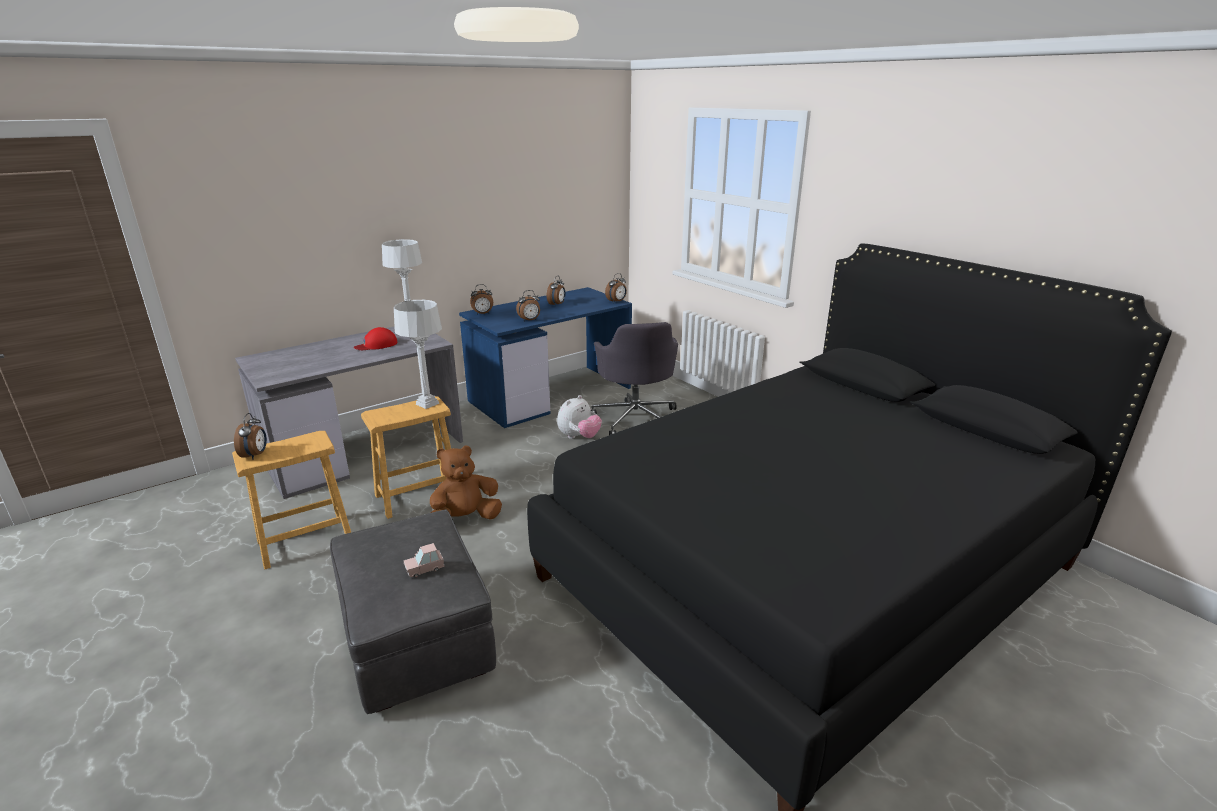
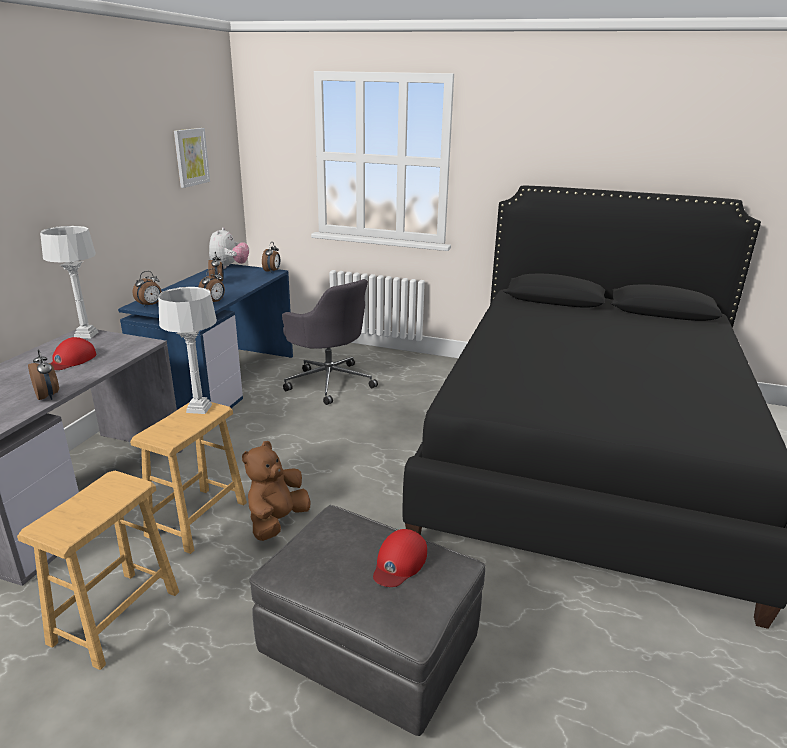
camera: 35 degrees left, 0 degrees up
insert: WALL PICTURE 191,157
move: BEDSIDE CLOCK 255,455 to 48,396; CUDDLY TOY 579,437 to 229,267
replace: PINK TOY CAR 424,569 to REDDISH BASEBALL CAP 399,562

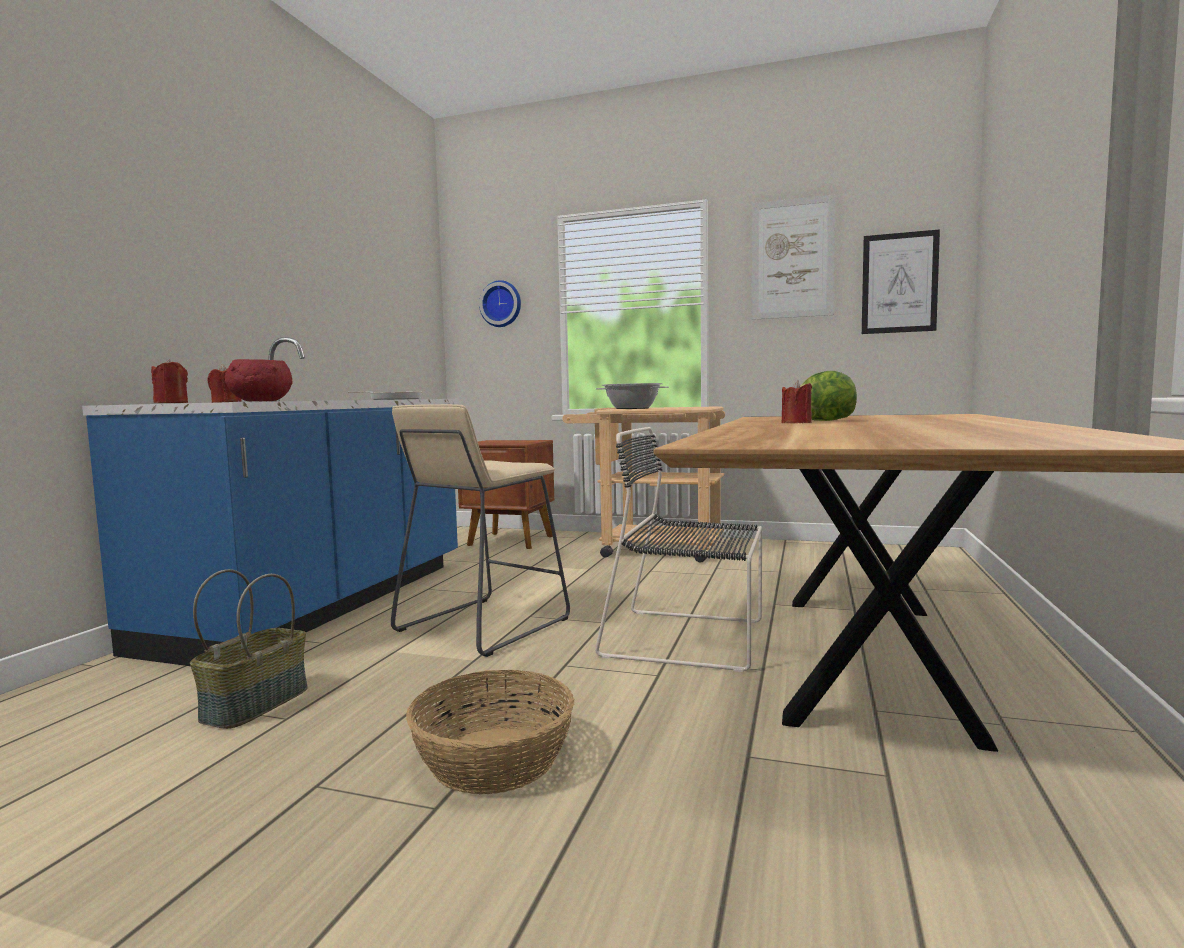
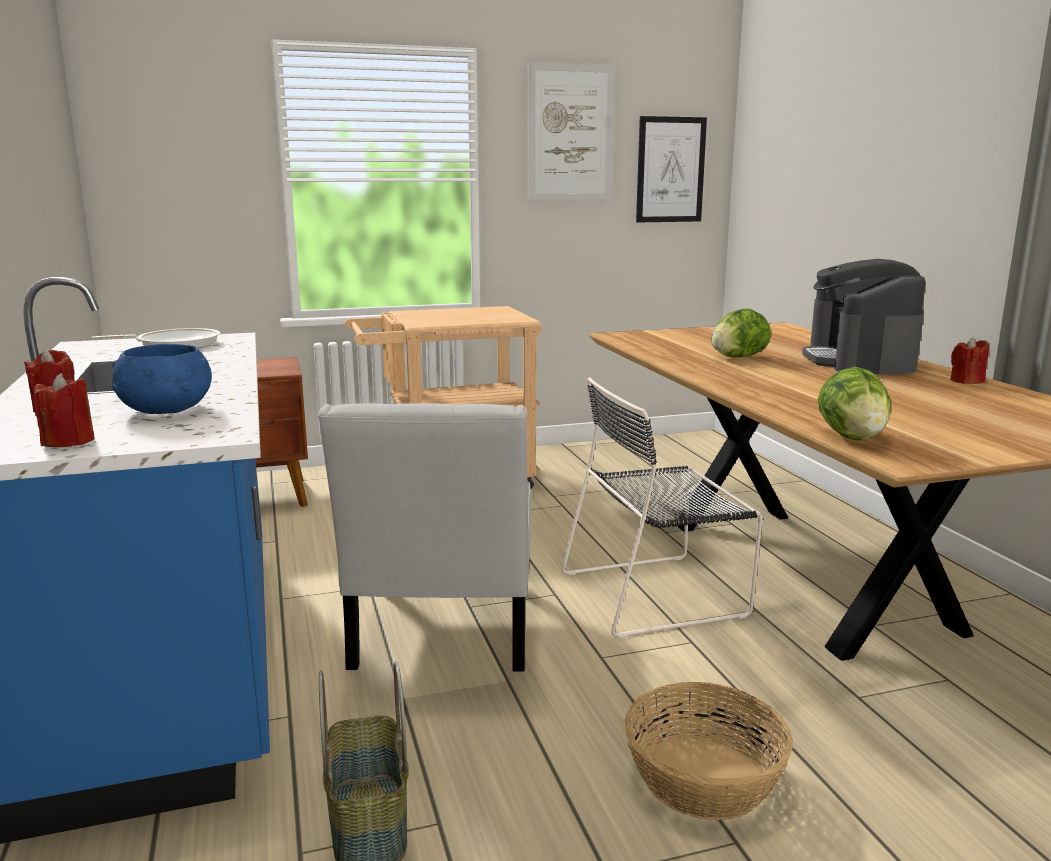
camera: 35 degrees left, 10 degrees up
delete: CLOCK ON THE WALL 501,304; COOKING POT 632,408
insert: COFFEE MACHINE 859,361; LETTUCE HEAD 852,437
move: REDDISH CANDLE 796,423 to 966,381
replace: BEIGE-COLOURED SITTING STOOL 483,625 to WHITE-COLOURED UPRIGHT CHAIR 441,633
recolor: REDDISH BOWL 260,401 to BLUE-COLOURED BOWL 166,410

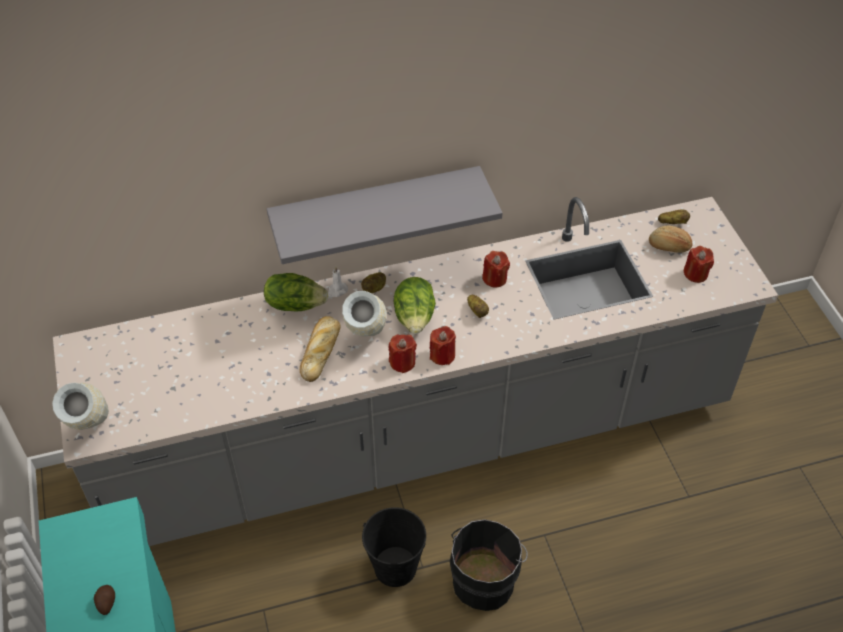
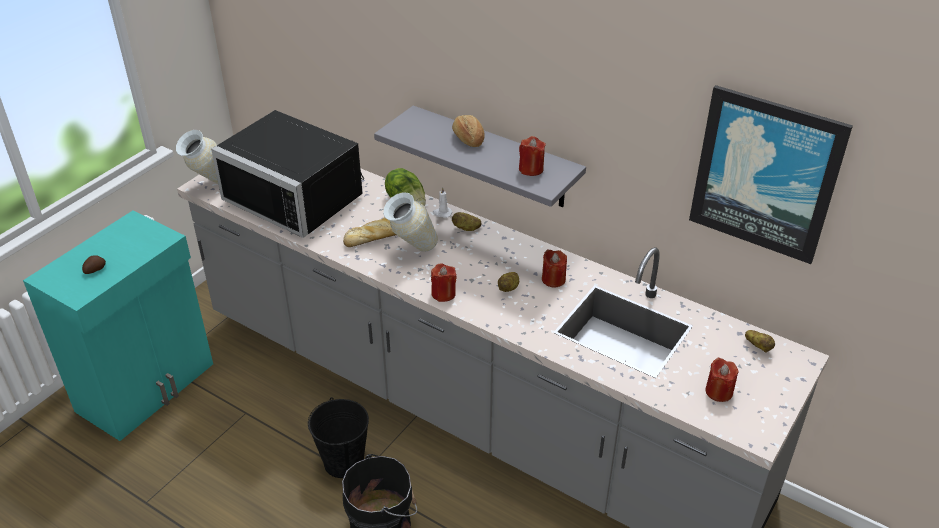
camera: 50 degrees right, 10 degrees down
delete: LETTUCE HEAD 415,319
insert: BLACK-COLOURED MICROWAVE 300,195; WALL PICTURE 765,174
move: REDDISH CANDLE 402,362 to 531,169; BAKED BREAD 669,247 to 468,139

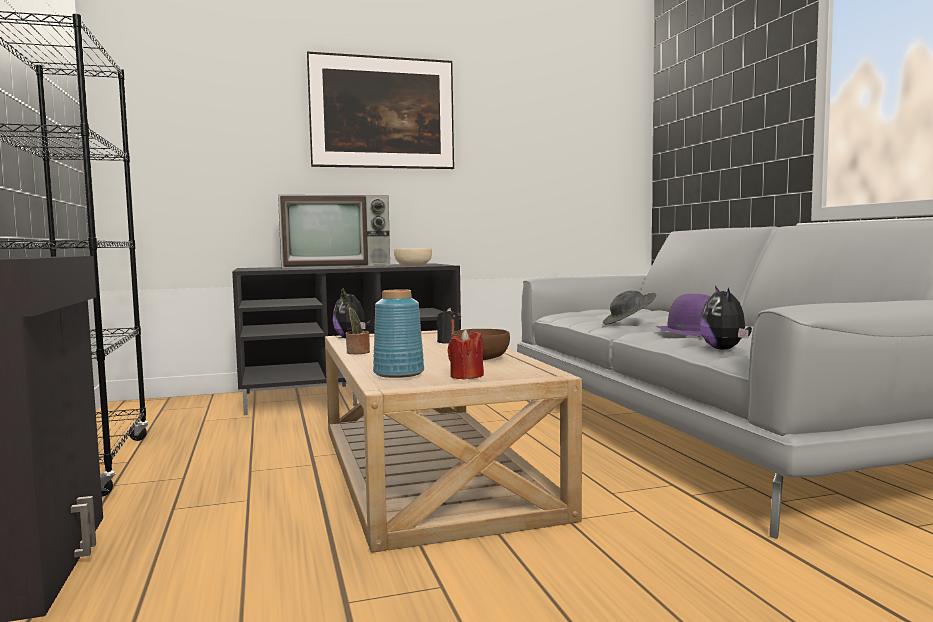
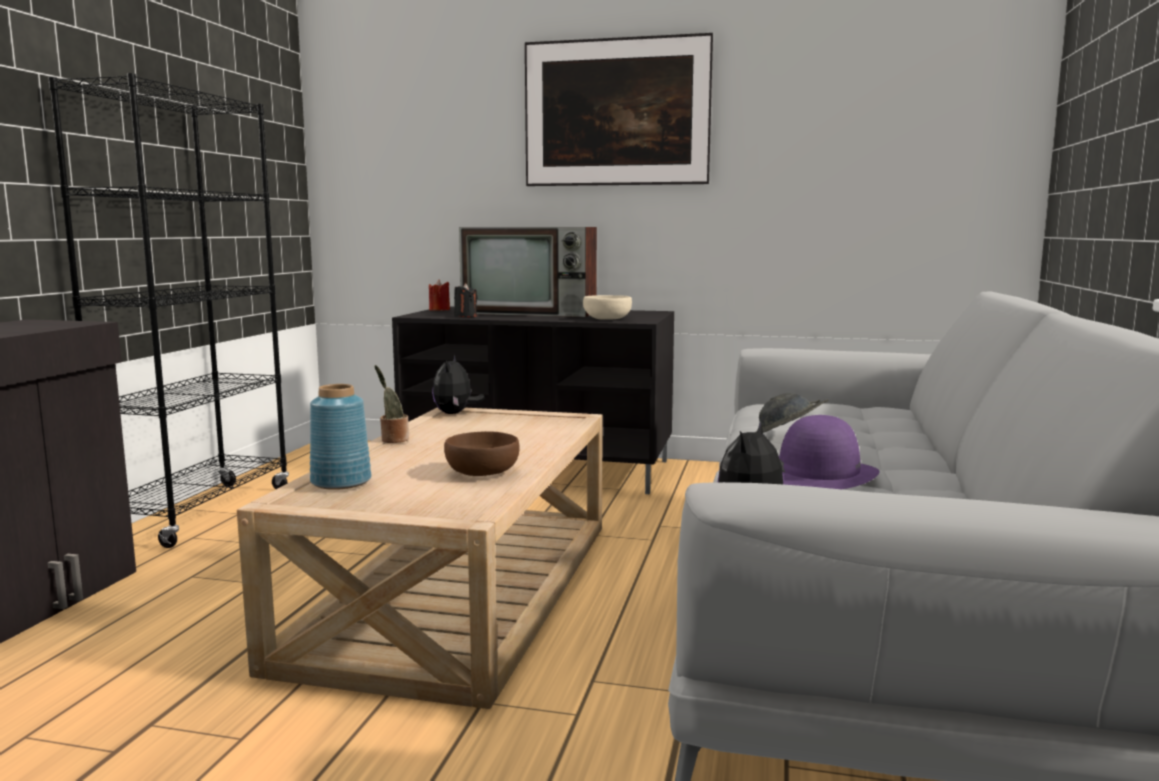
camera: 30 degrees right, 5 degrees up
move: BLACK-COLOURED CANDLE 449,342 to 465,316; REDDISH CANDLE 466,376 to 439,310

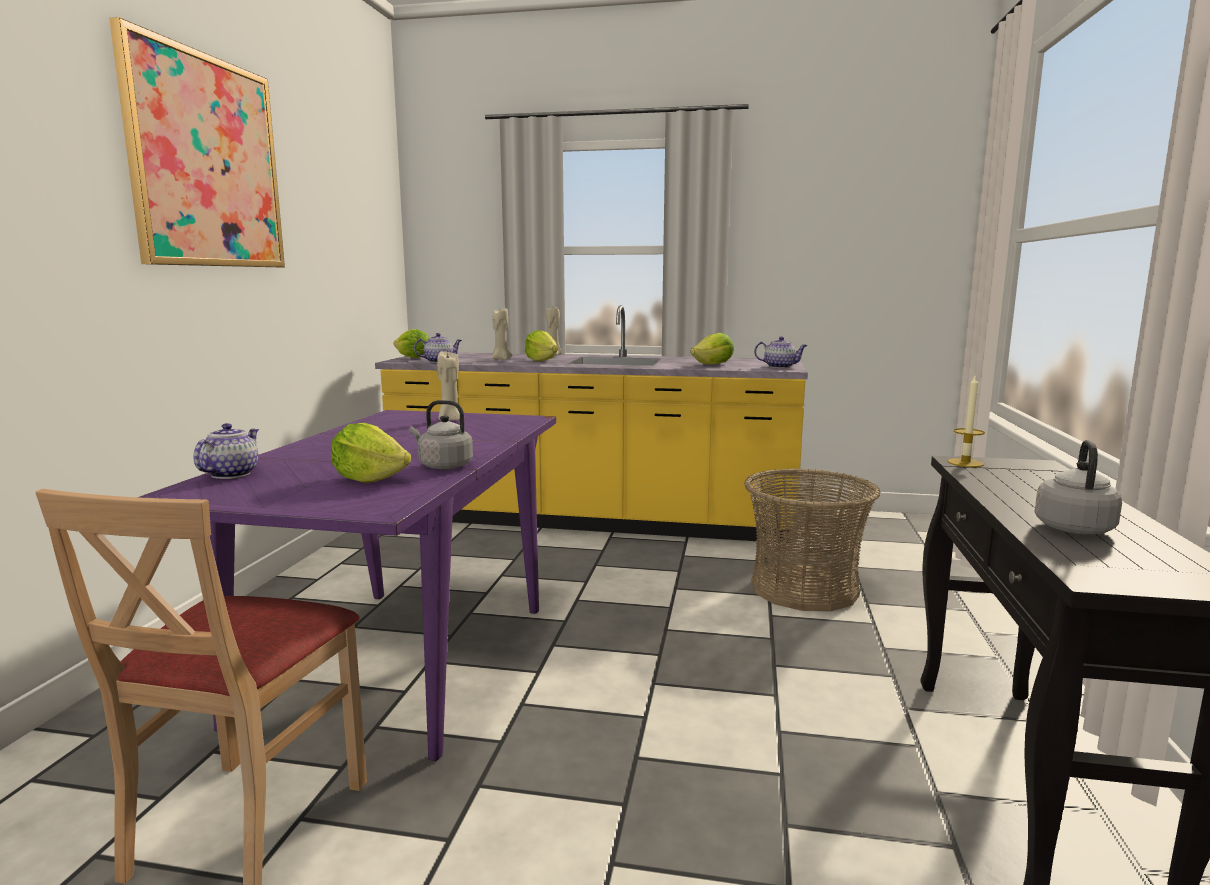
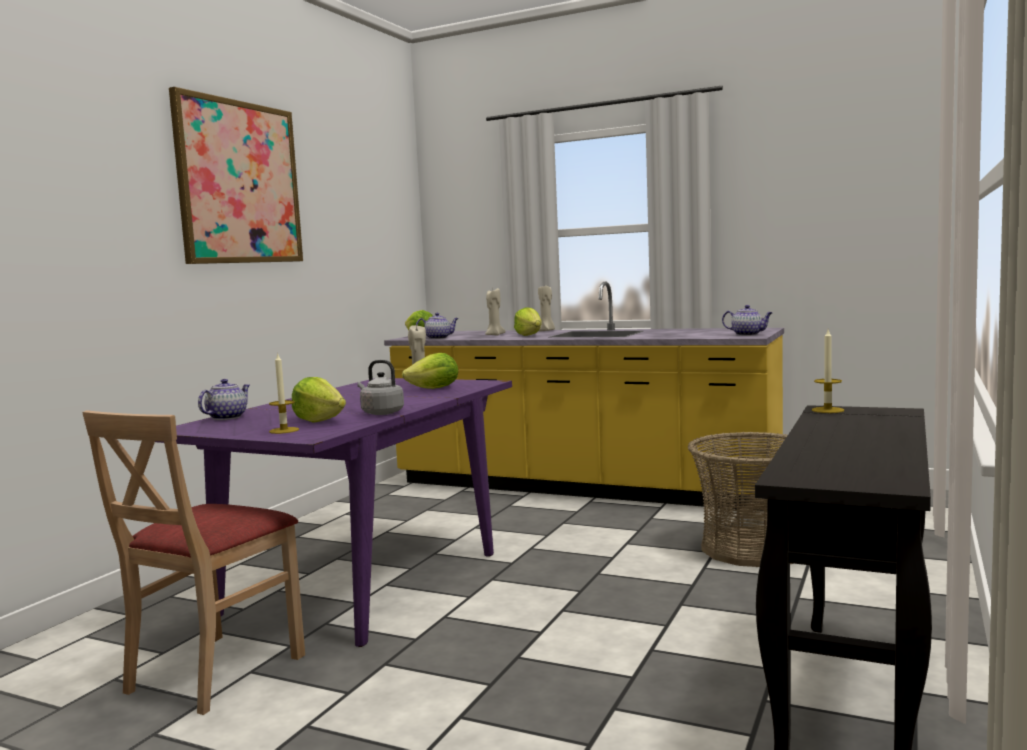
camera: 15 degrees right, 5 degrees down
delete: GREYISH TEA KETTLE 1073,527
insert: CANDLE 284,430
move: LETTUCE HEAD 713,364 to 434,389

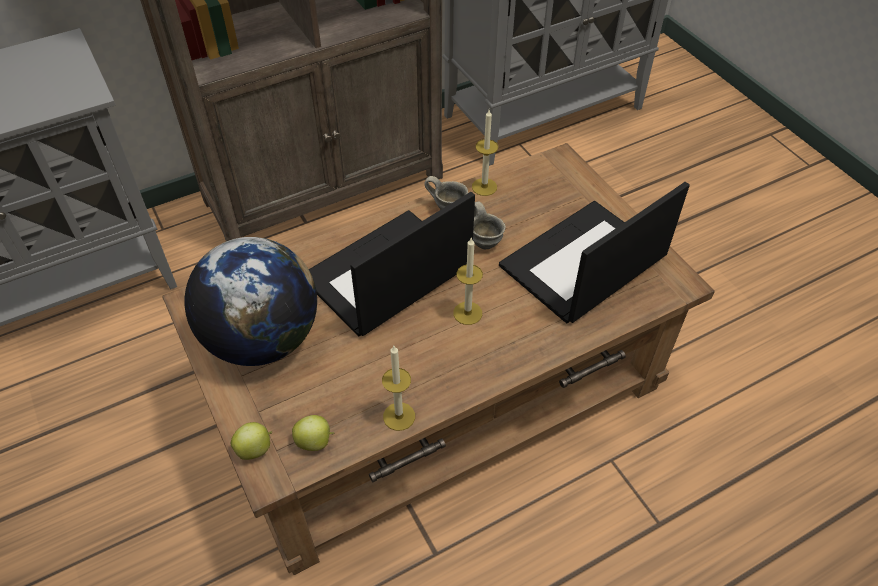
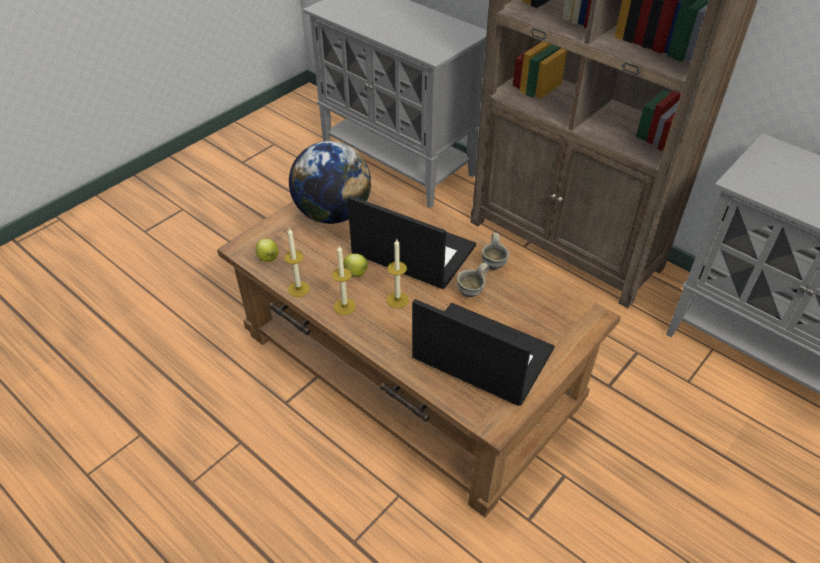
camera: 70 degrees right, 5 degrees down
move: WHOLE APPLE 255,449 to 356,273; CANDLE 484,187 to 344,306

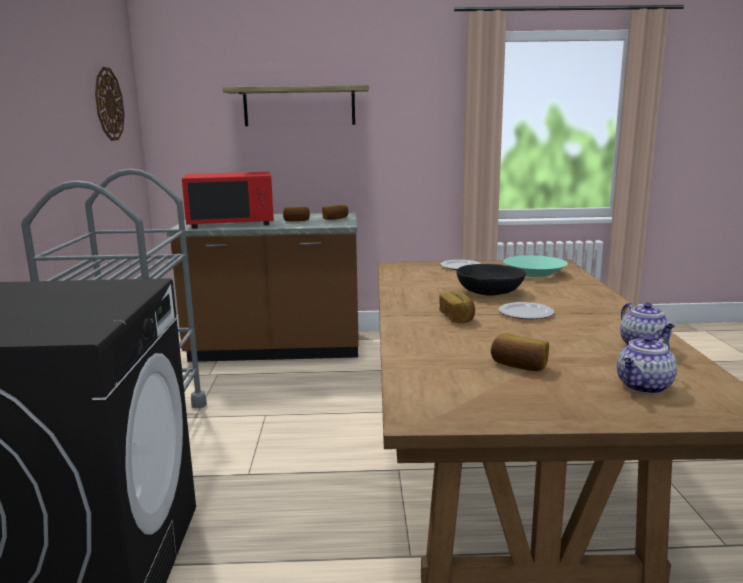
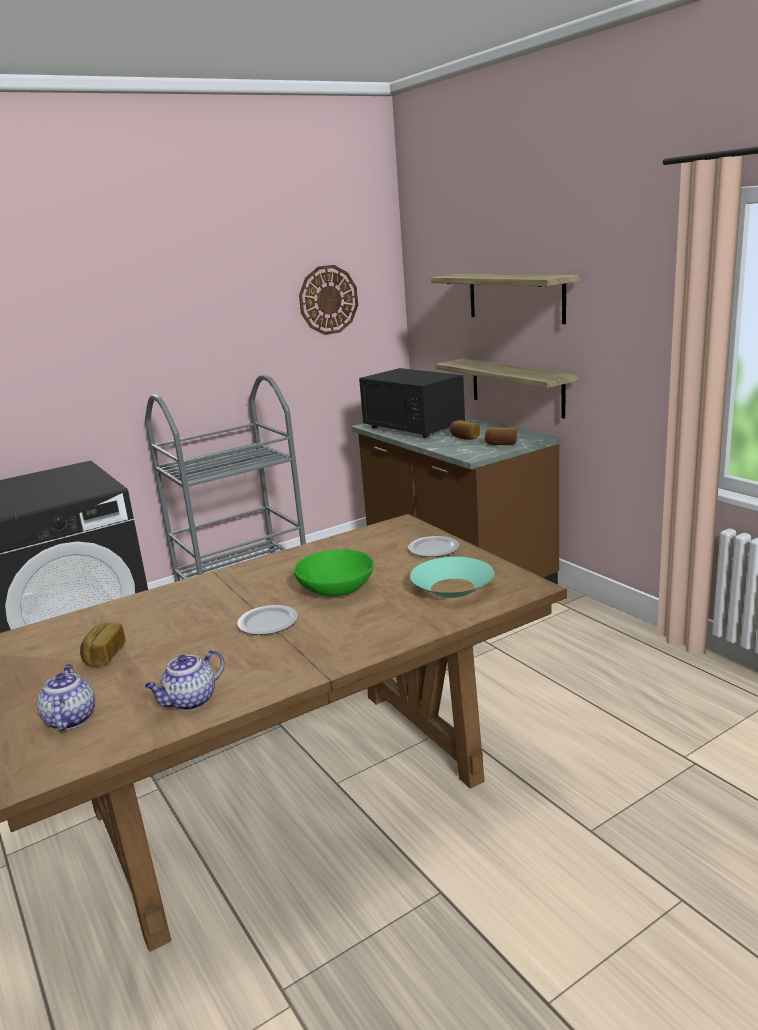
camera: 60 degrees right, 5 degrees up
delete: BAKED BREAD 457,318
insert: BRACKET SHELF 516,387
recolor: REDDISH MICROWAVE 231,223 to BLACK-COLOURED MICROWAVE 414,427; BLACK-COLOURED BOWL 490,292 to GREENISH BOWL 336,588
rotate: POT FOR TEA 644,387 = 70,719 60 degrees clockwise

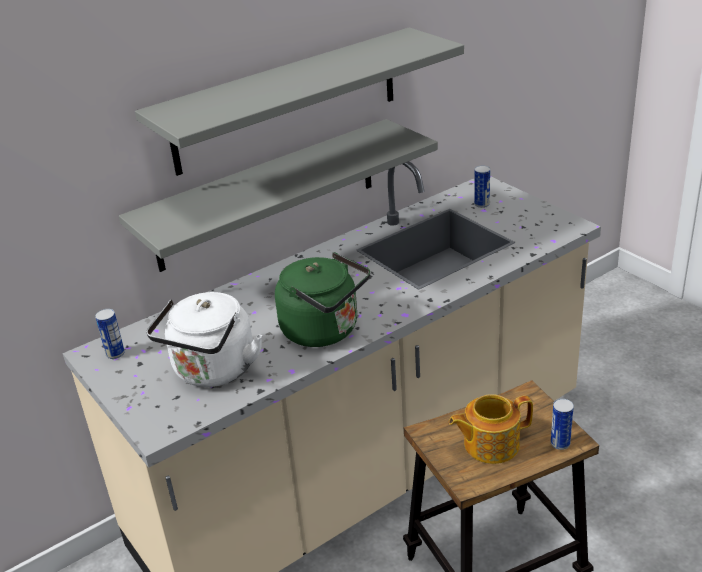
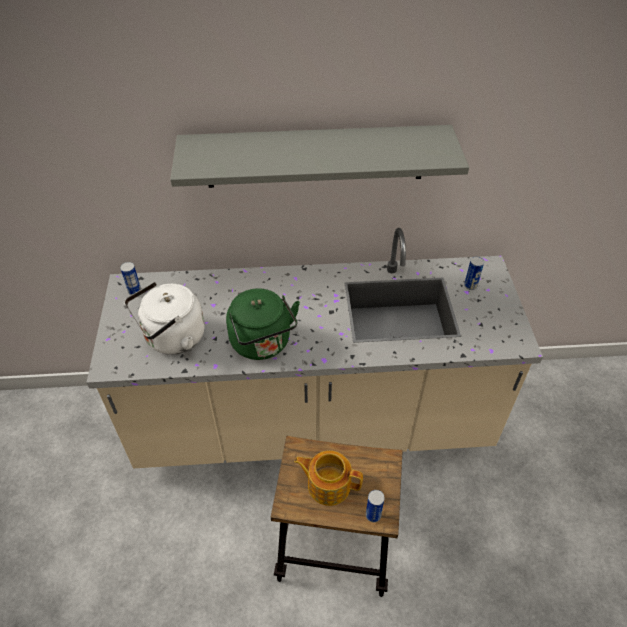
camera: 30 degrees right, 15 degrees up
delete: GREYISH BRACKET SHELF 267,195

